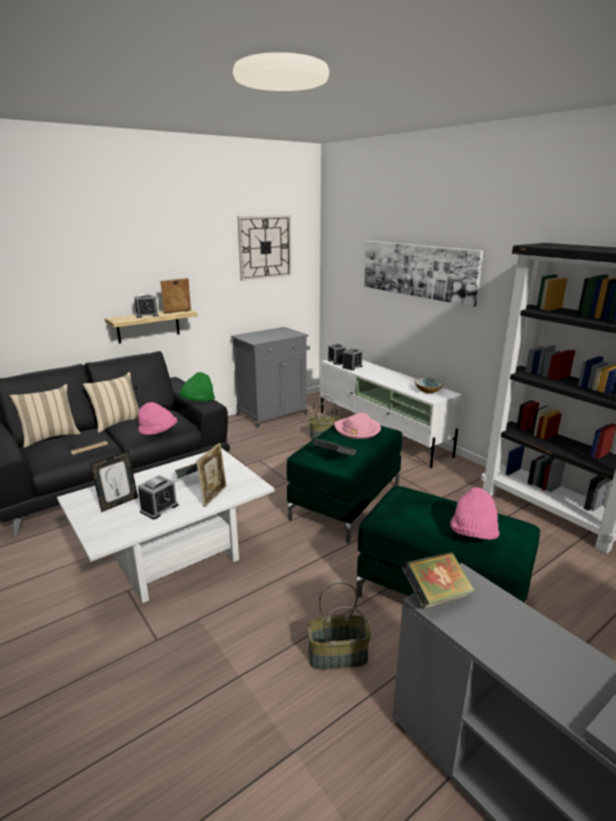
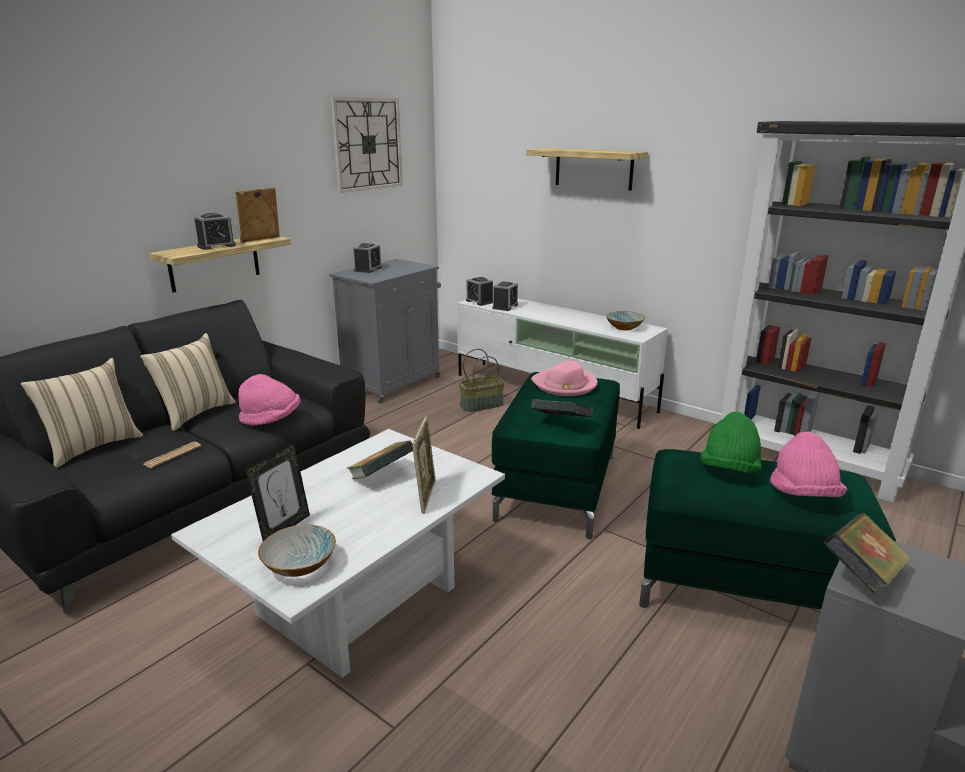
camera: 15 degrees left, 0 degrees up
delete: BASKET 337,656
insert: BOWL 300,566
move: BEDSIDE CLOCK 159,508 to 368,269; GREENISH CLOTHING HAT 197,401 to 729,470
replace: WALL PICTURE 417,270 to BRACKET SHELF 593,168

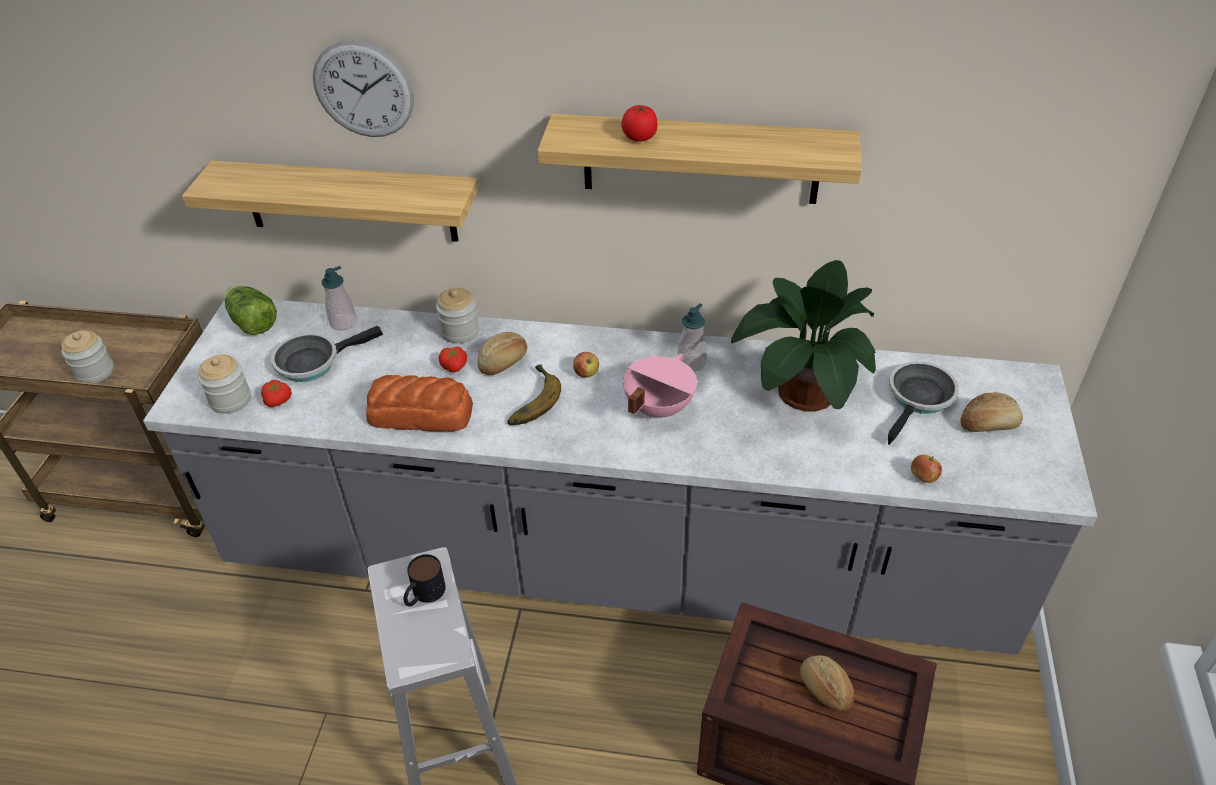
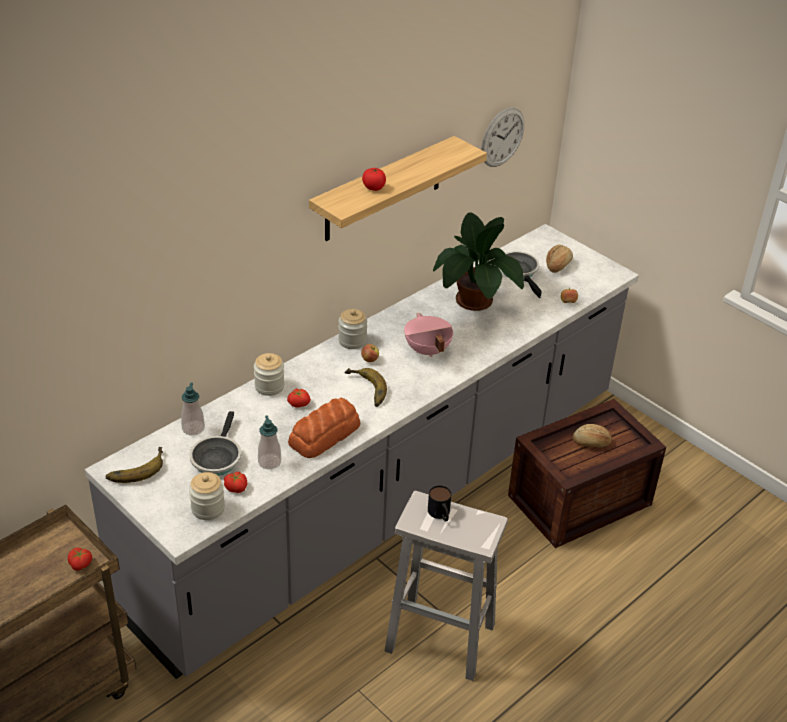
camera: 55 degrees left, 5 degrees down
delete: BRACKET SHELF 349,201; BAKED BREAD 504,362
insert: FRESH TOMATO 81,564
move: PRESERVE JAR 95,372 to 352,341; CLOCK ON THE WALL 363,90 to 502,137; SOAP DISPENSER 691,363 to 269,462
replace: LETTUCE HEAD 252,322 to BANANA 135,468

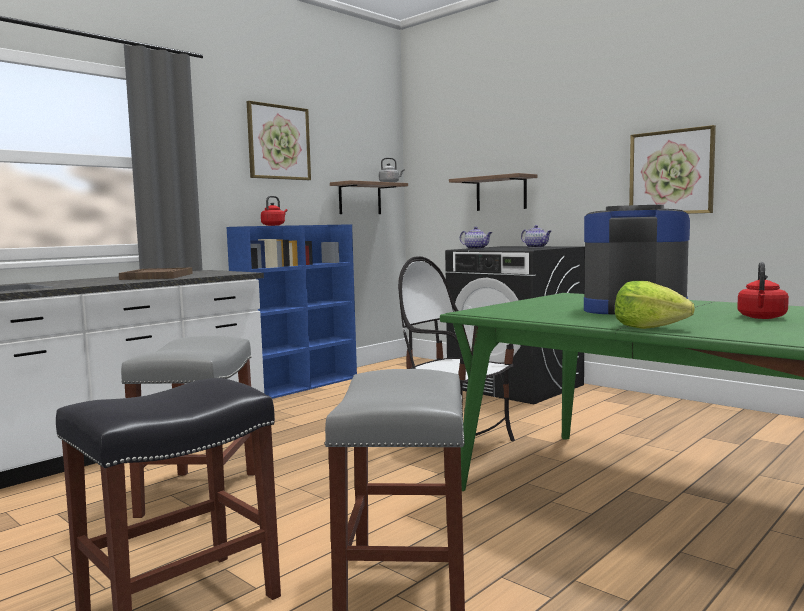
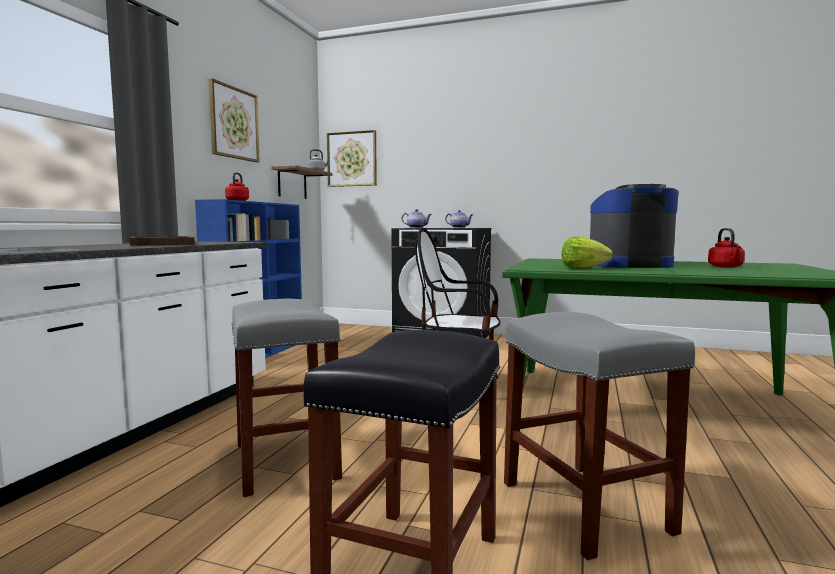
camera: 25 degrees left, 0 degrees up
delete: BRACKET SHELF 501,193
move: LETTUCE HEAD 648,327 to 583,268; WALL PICTURE 671,172 to 352,159

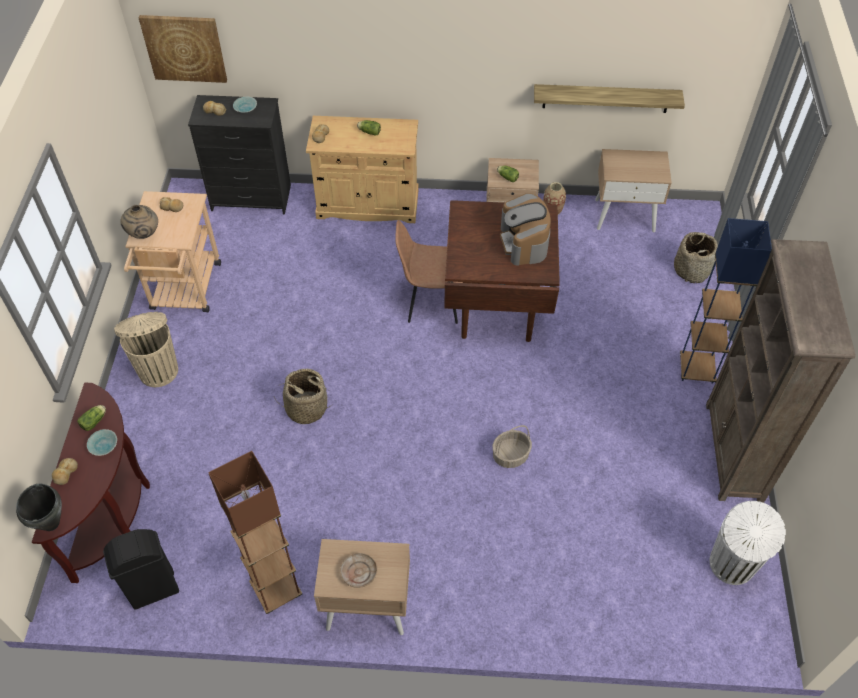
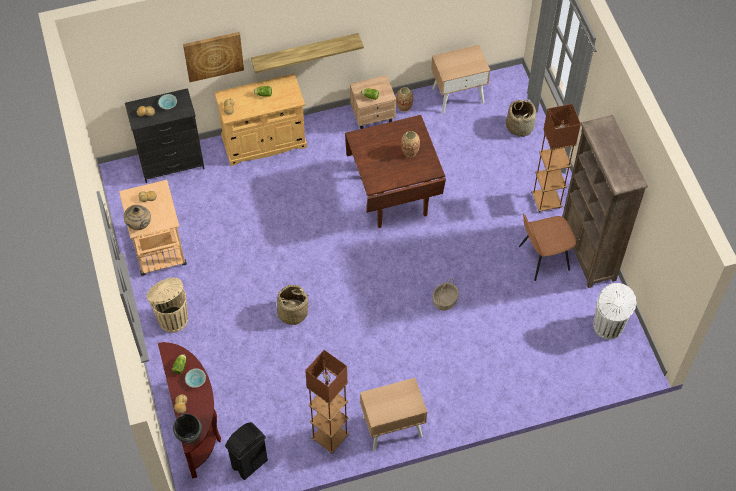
camera: 20 degrees left, 5 degrees up
delete: BEIGE-COLOURED FLAT DISH 358,572
move: WALL PICTURE 184,48 to 213,56; BROWN-COLOURED UPRIGHT CHAIR 431,301 to 542,258; BRACKET SHELF 606,98 to 305,52
replace: COFFEE MACHINE 524,243 to FLOWER VASE 410,151
recolor: BLUE-COLOURED STANDING LAMP 696,369 to BROWN-COLOURED STANDING LAMP 546,201

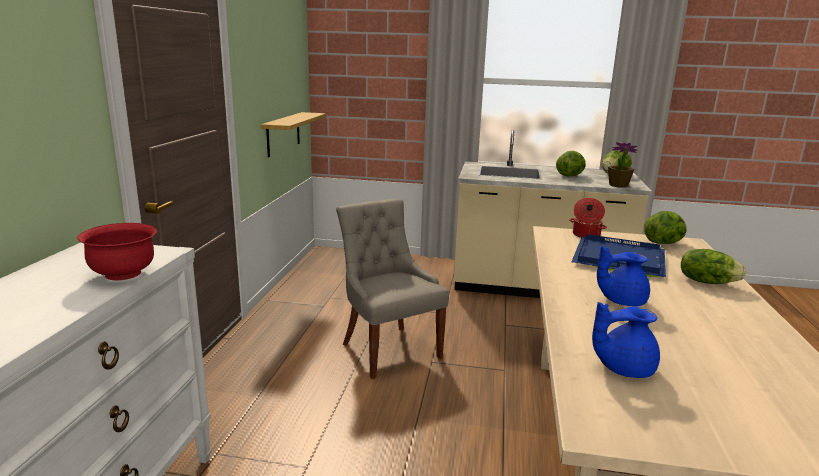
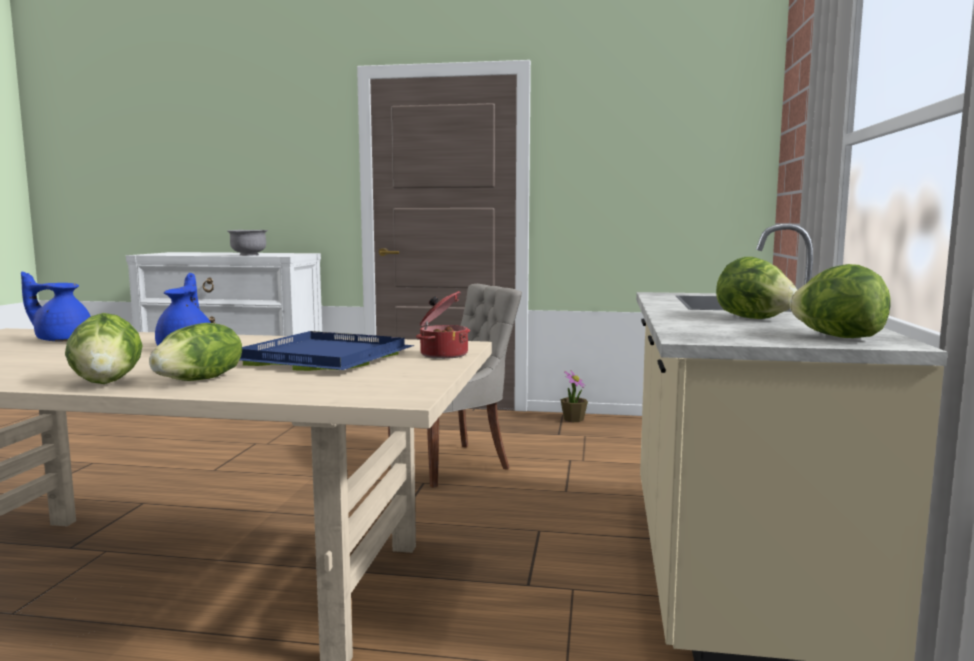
camera: 90 degrees right, 10 degrees down
delete: BRACKET SHELF 283,133
move: POTTED PLANT 618,185 to 573,419; LETTUCE HEAD 664,243 to 107,382
recolor: REDDISH BOWL 123,274 to GREYISH BOWL 248,255
rotate: BLUE-COLOURED POT FOR TEA 622,368 = 62,340 75 degrees counterclockwise

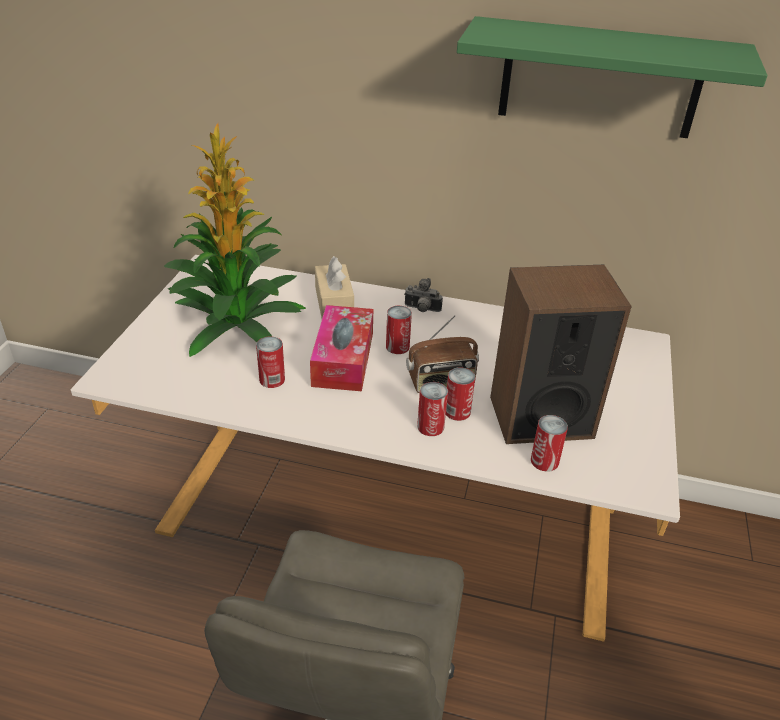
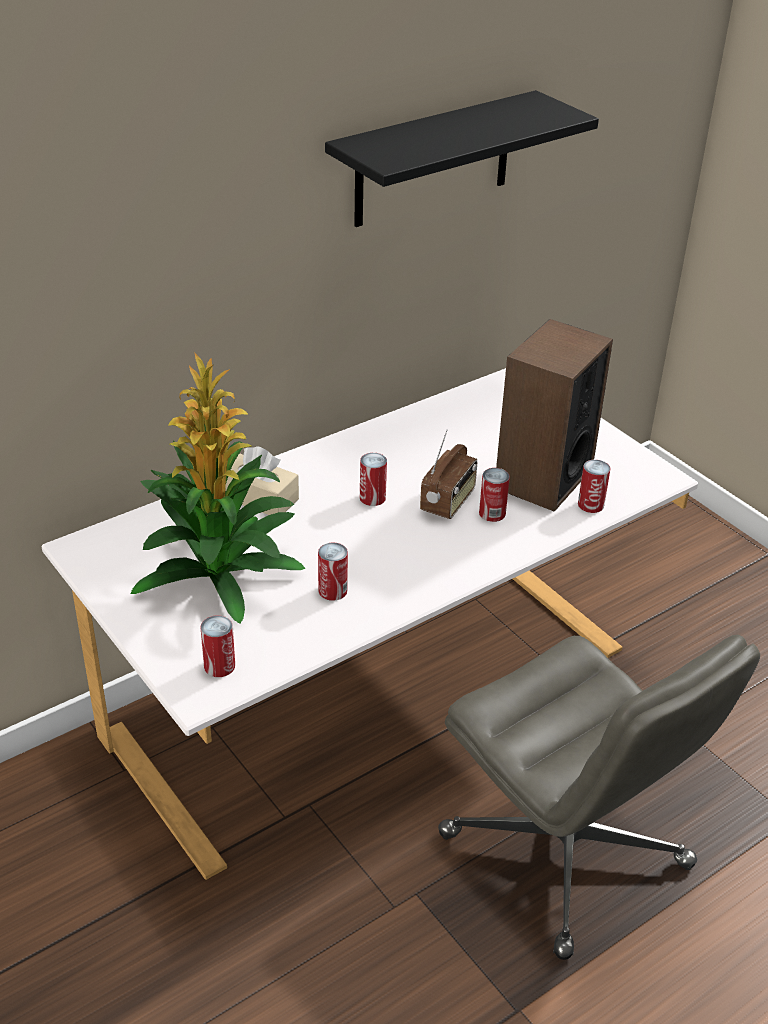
camera: 50 degrees left, 0 degrees up
delete: BOX OF TISSUES 343,359; PHOTO CAMERA 421,310
move: CAN 430,427 to 219,666
recolor: GREENISH BRACKET SHELF 600,79 to BLACK-COLOURED BRACKET SHELF 433,160

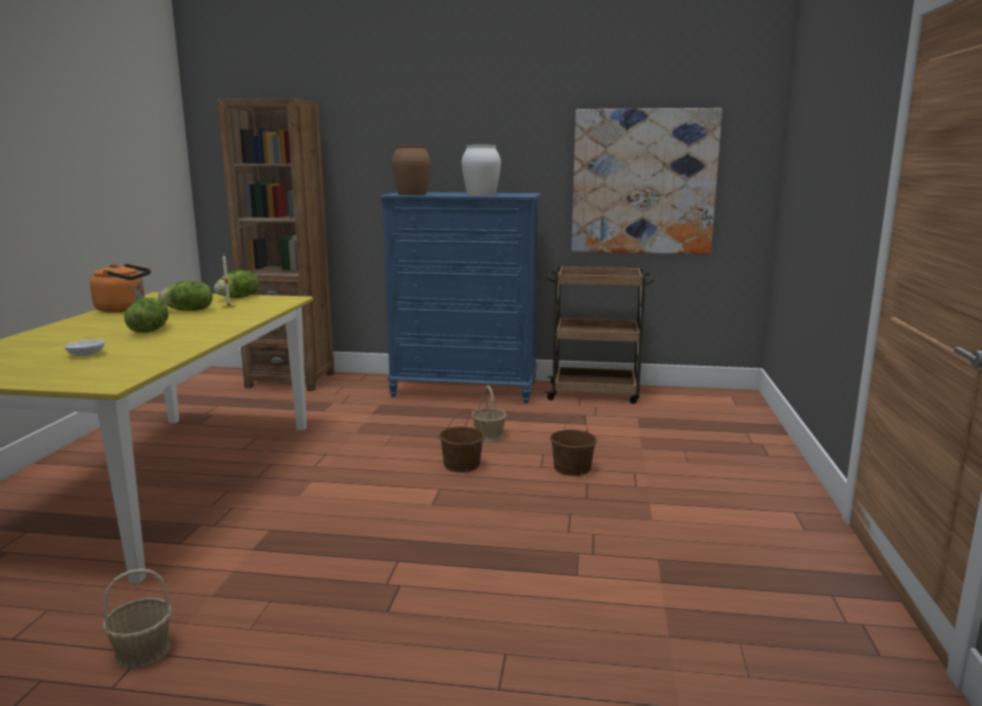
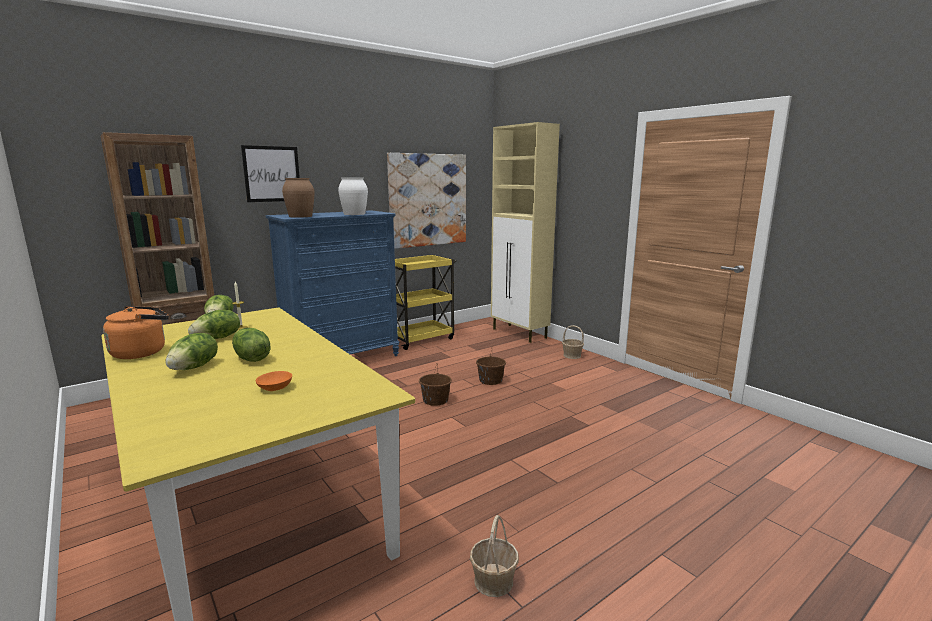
camera: 45 degrees left, 0 degrees up
insert: LETTUCE HEAD 195,367; WALL PICTURE 272,174; BEIGE-COLOURED CABINET 519,333
move: BASKET 489,435 to 572,355
recolor: WHITE-COLOURED BOWL 87,355 to ORANGE BOWL 276,387; BROWN-COLOURED WHEELED CART 595,393 to YELLOWISH WHEELED CART 421,339

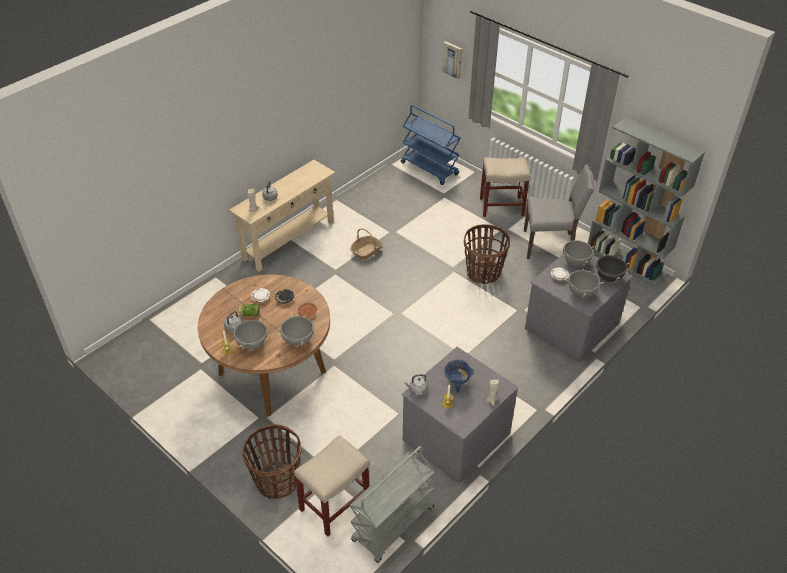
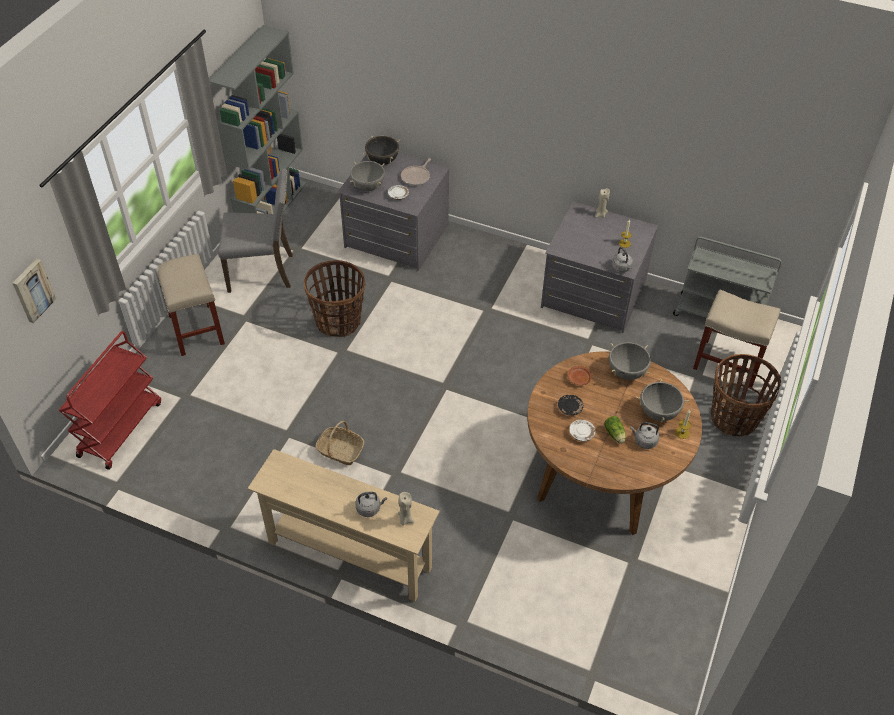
camera: 110 degrees left, 5 degrees up
delete: BLUE-COLOURED COOKING POT 457,383
replace: GREYISH COOKING POT 581,293 to PAN 416,177
recolor: BLUE-COLOURED WHEELED CART 430,169 to REDDISH WHEELED CART 120,428
rotate: GREYISH UPRIGHT CHAIR 550,244 = 262,271 105 degrees clockwise

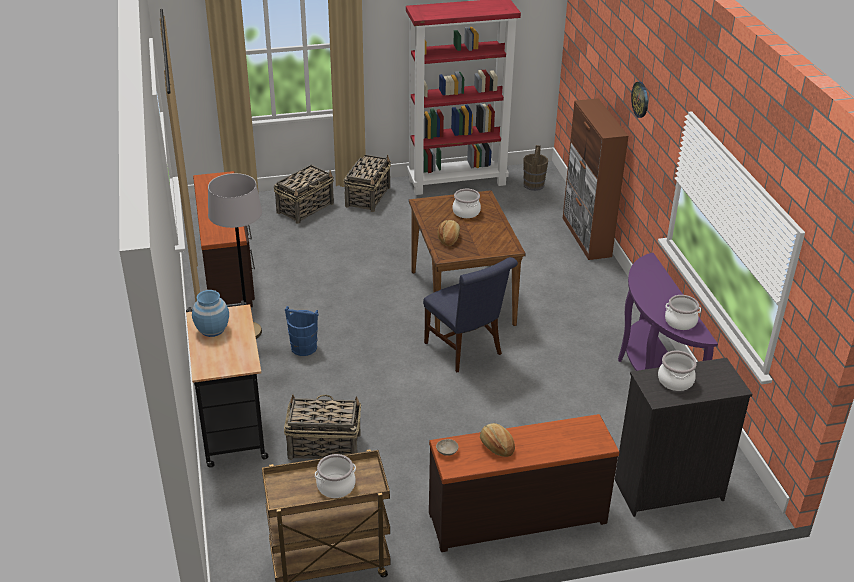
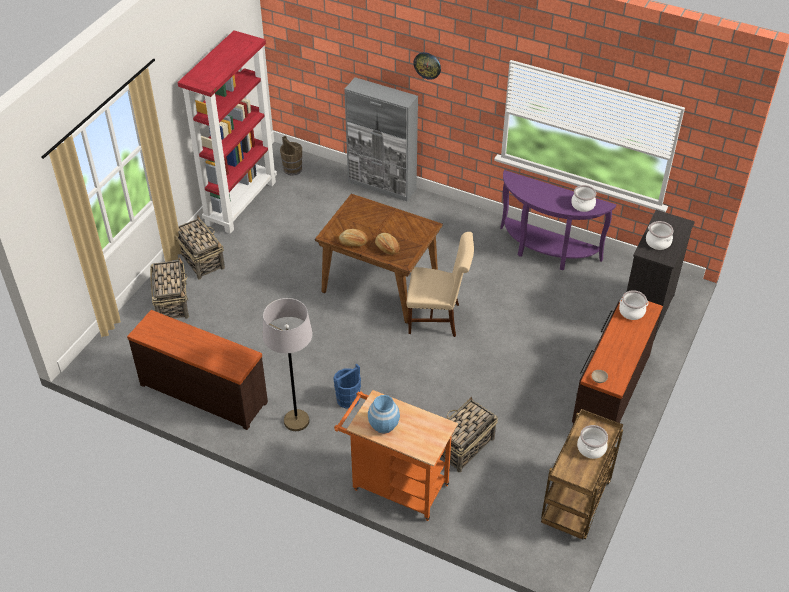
camera: 50 degrees left, 10 degrees up
move: COOKING POT 466,212 to 631,311; BAKED BREAD 496,446 to 353,242
recolor: BLACK-COLOURED WHEELED CART 232,425 to ORANGE WHEELED CART 395,485; BLUE-COLOURED UPRIGHT CHAIR 466,350 to BEIGE-COLOURED UPRIGHT CHAIR 438,318; BROWN-COLOURED CABINET 586,237 to GREYISH CABINET 382,186

